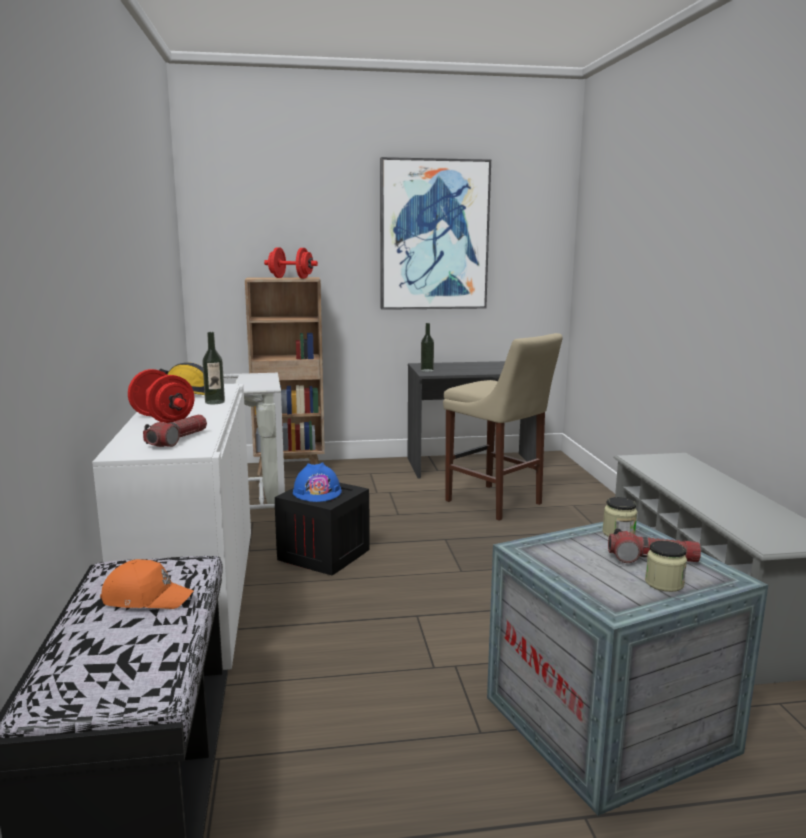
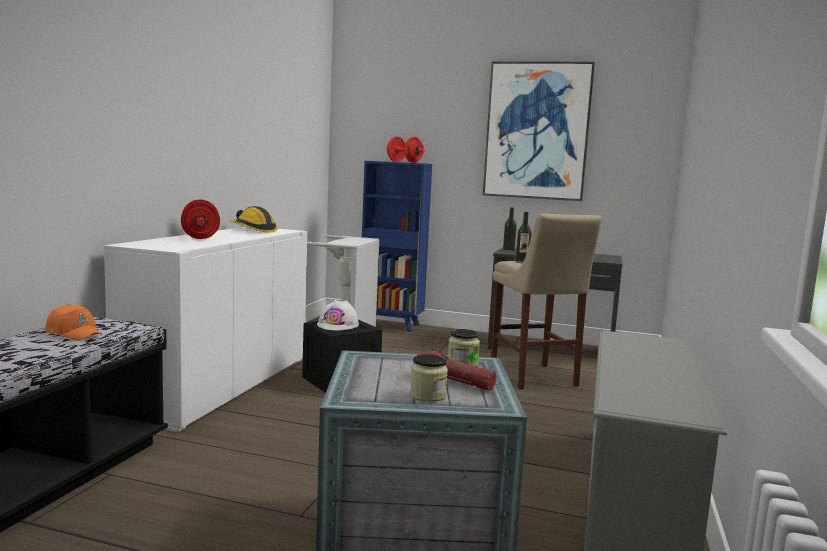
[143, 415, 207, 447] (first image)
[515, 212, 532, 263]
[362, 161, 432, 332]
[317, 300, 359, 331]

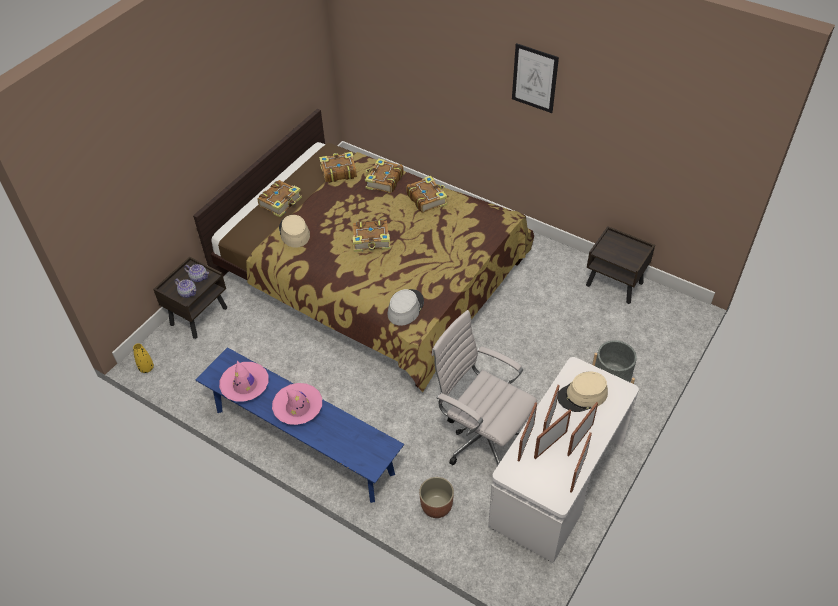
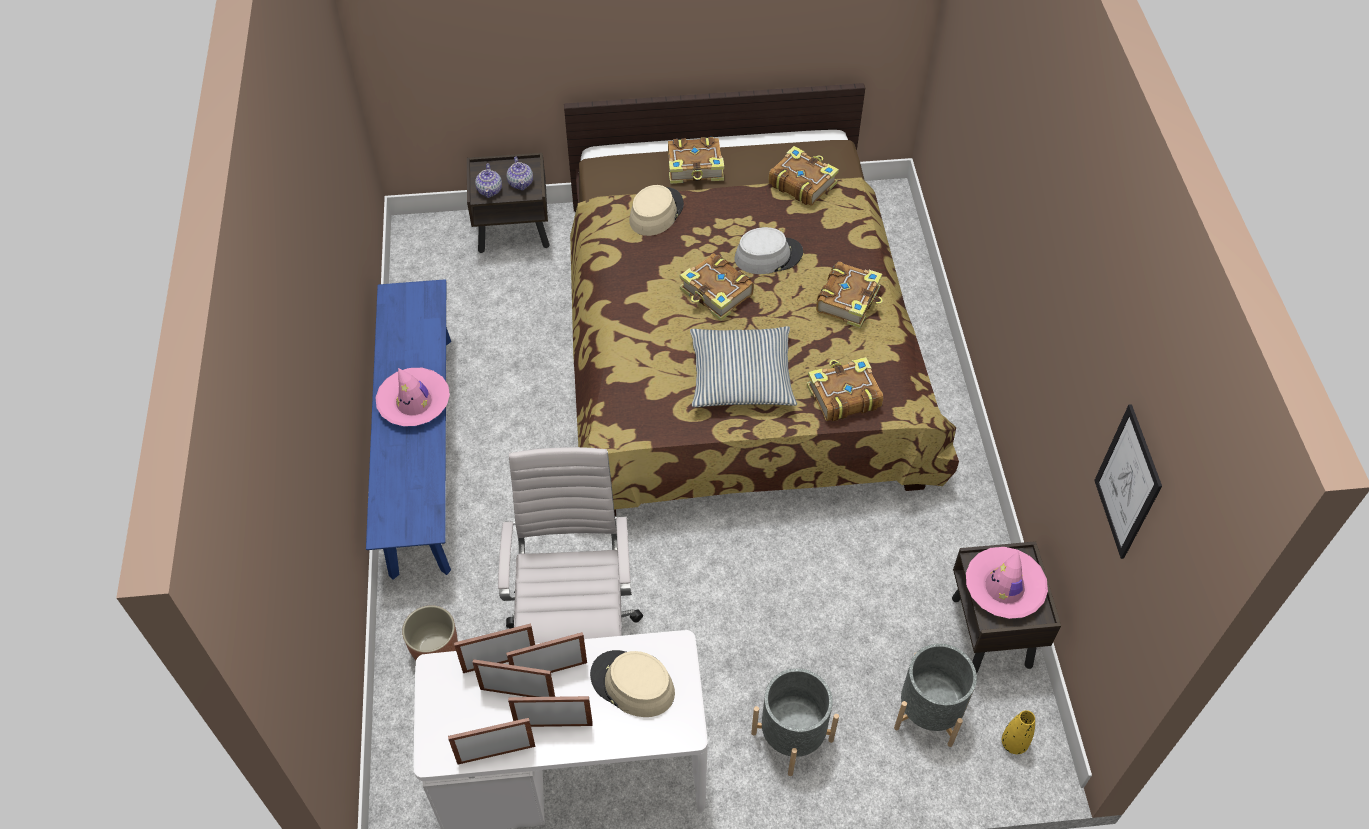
[1002, 710, 1035, 754]
[966, 547, 1048, 619]
[807, 357, 883, 422]
[734, 227, 803, 274]
[1094, 404, 1162, 559]
[690, 326, 797, 407]
[894, 644, 977, 747]

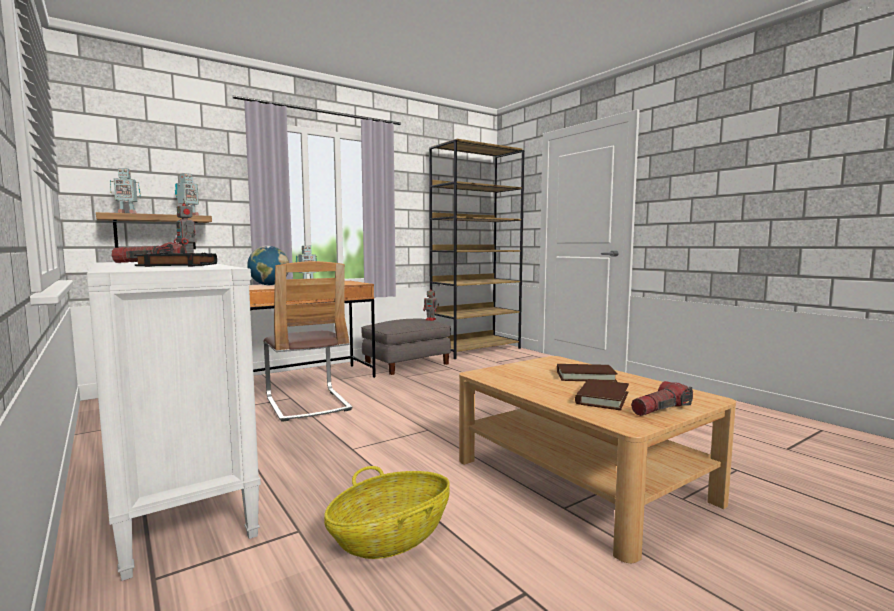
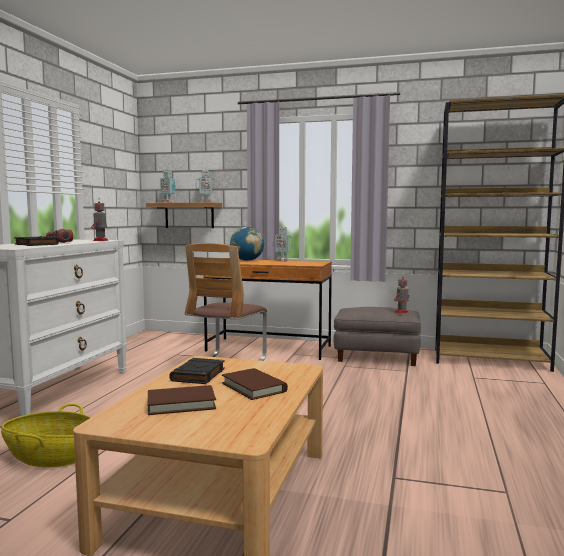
[631, 381, 693, 416] (first image)
[169, 358, 225, 384]

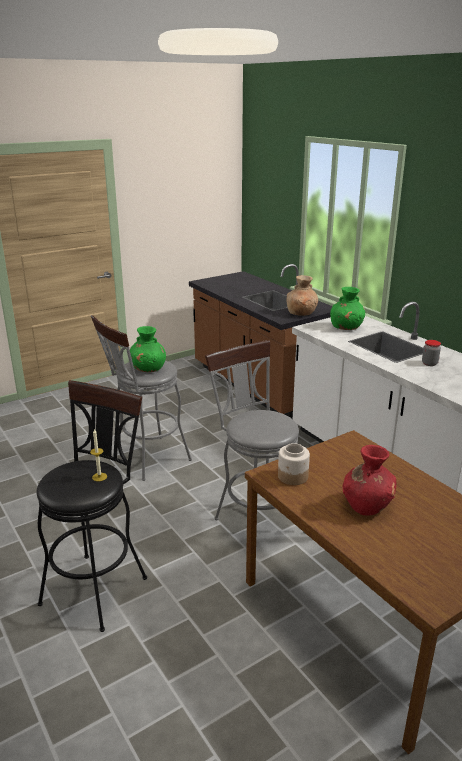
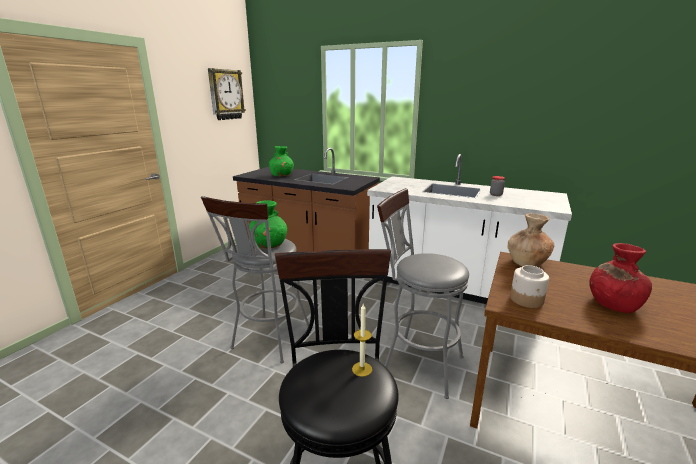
[507, 213, 554, 267]
[269, 146, 294, 176]
[208, 68, 246, 120]

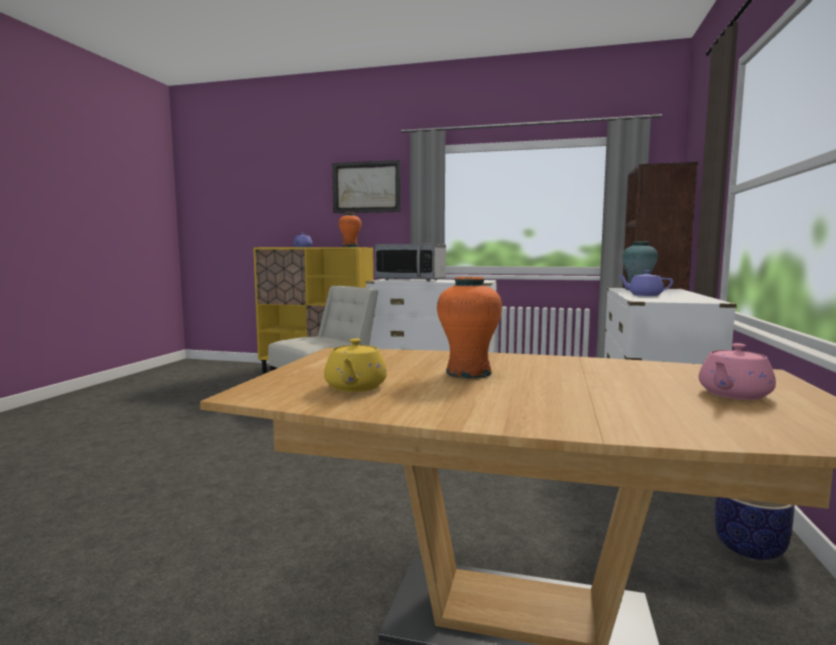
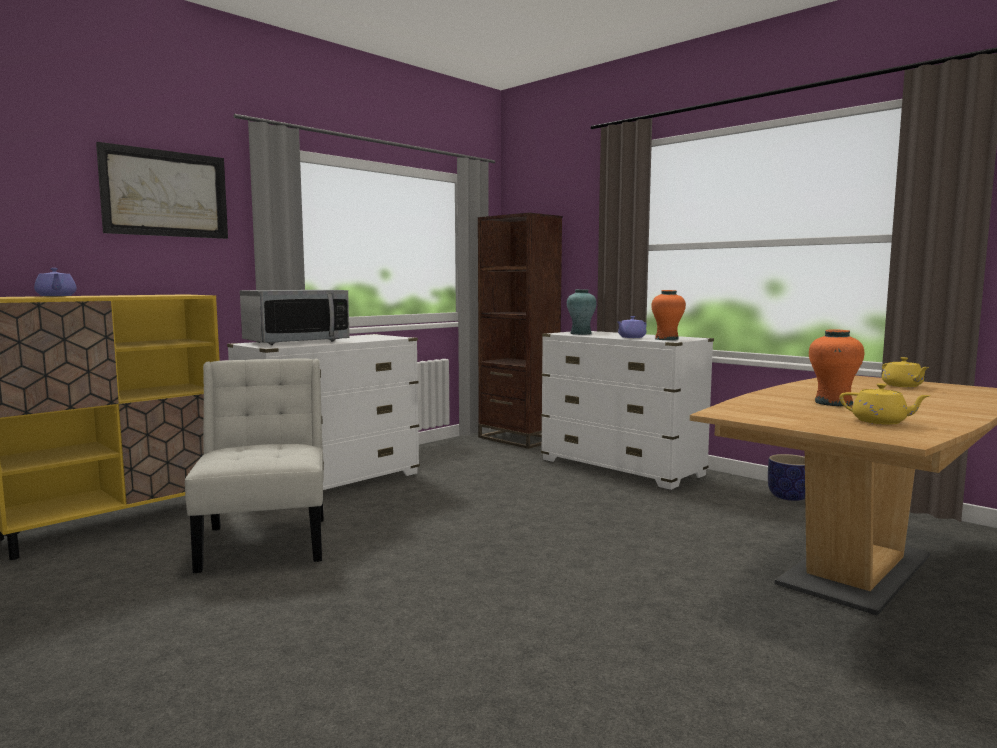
[651, 290, 686, 340]
[882, 357, 929, 387]

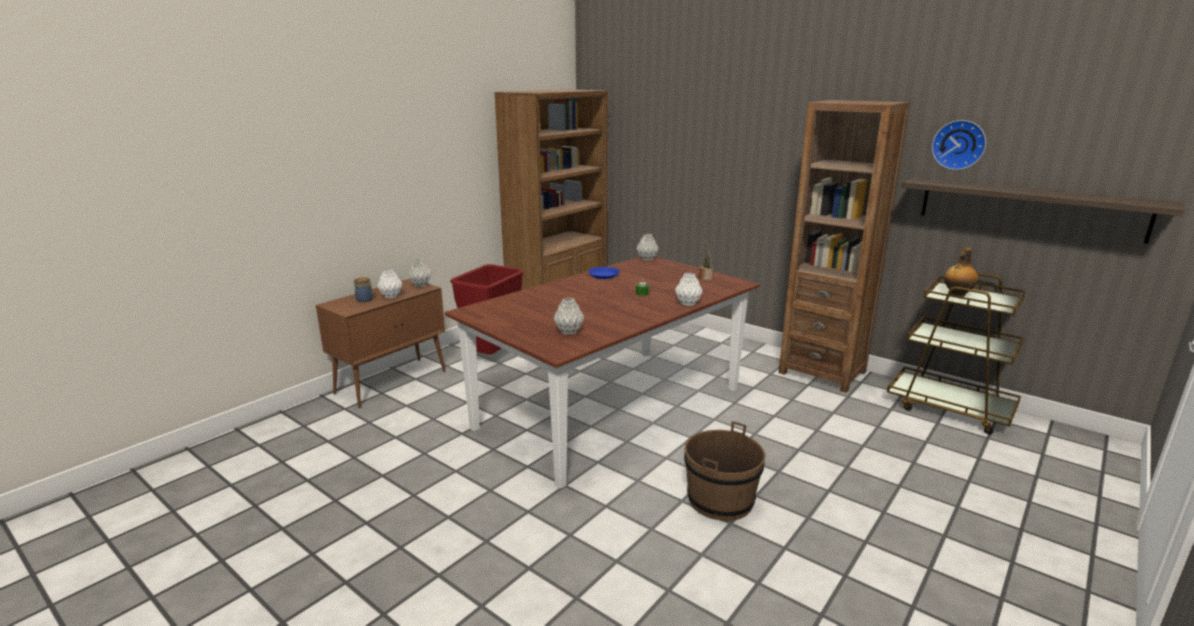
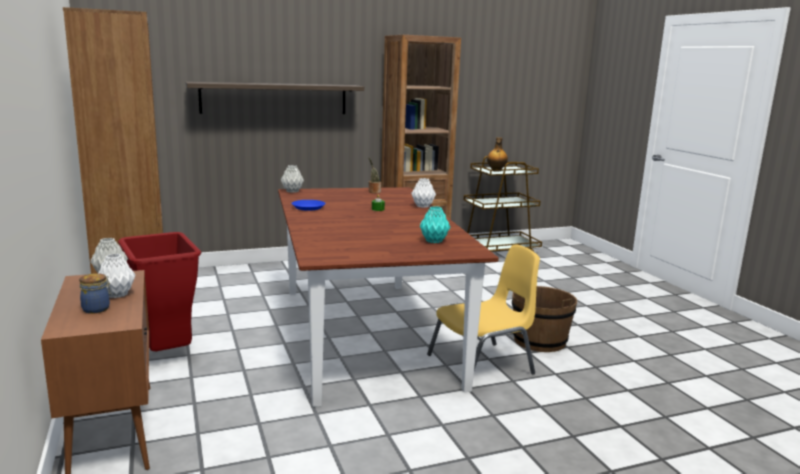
[420, 206, 450, 243]
[186, 82, 364, 114]
[932, 120, 986, 170] (first image)
[427, 245, 540, 374]

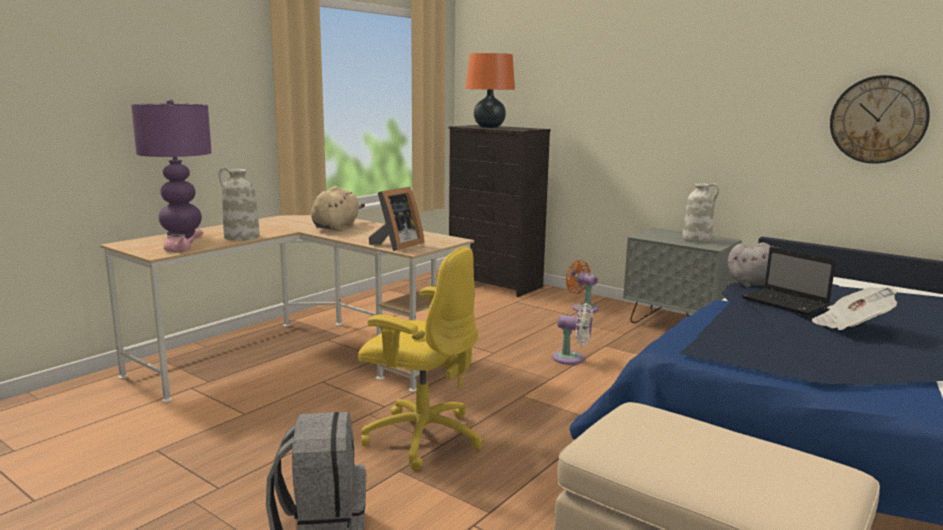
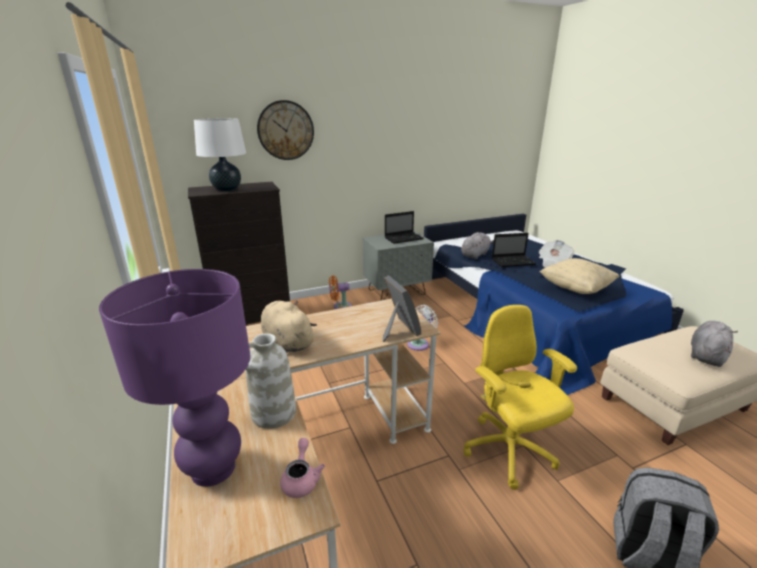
[464, 305, 577, 490]
[194, 118, 246, 191]
[385, 211, 424, 244]
[257, 100, 314, 160]
[540, 258, 620, 294]
[691, 321, 737, 367]

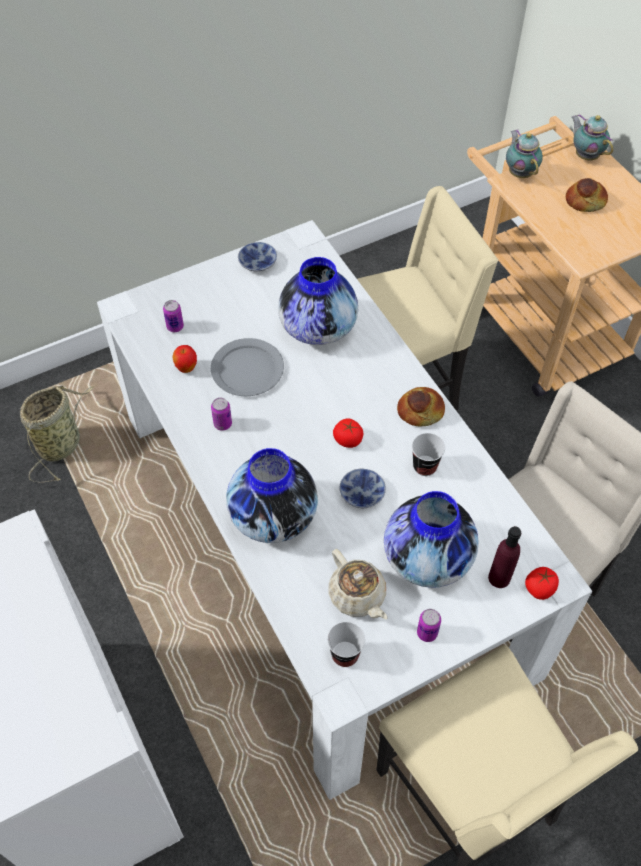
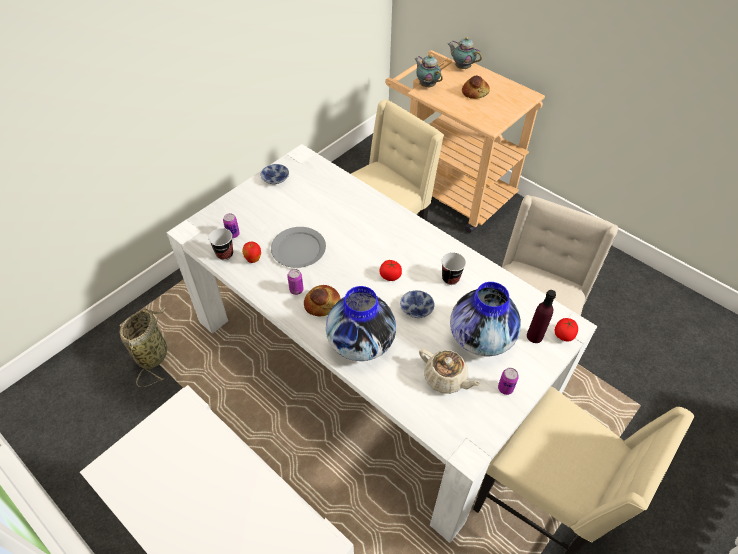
[278, 257, 358, 345] (first image)
[208, 228, 233, 260]
[304, 285, 340, 316]

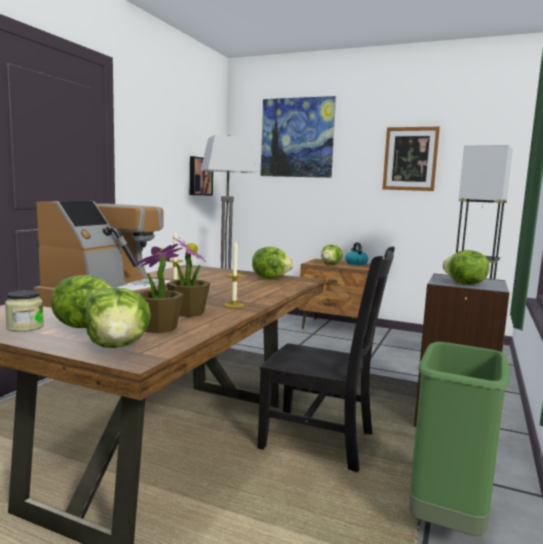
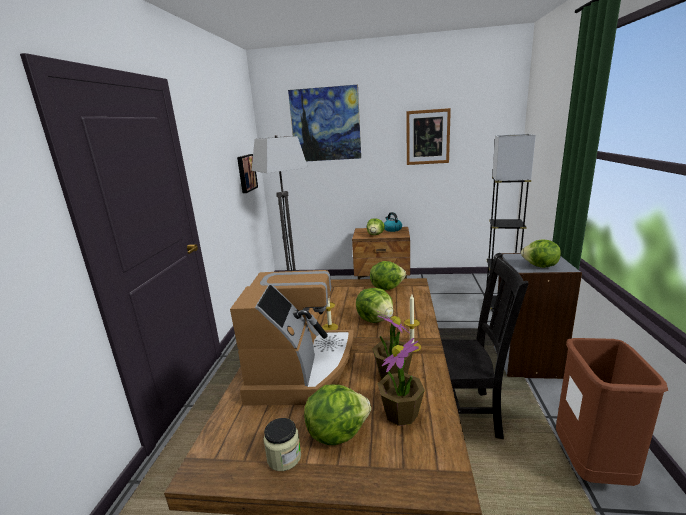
[356, 288, 393, 323]
[556, 338, 668, 486]

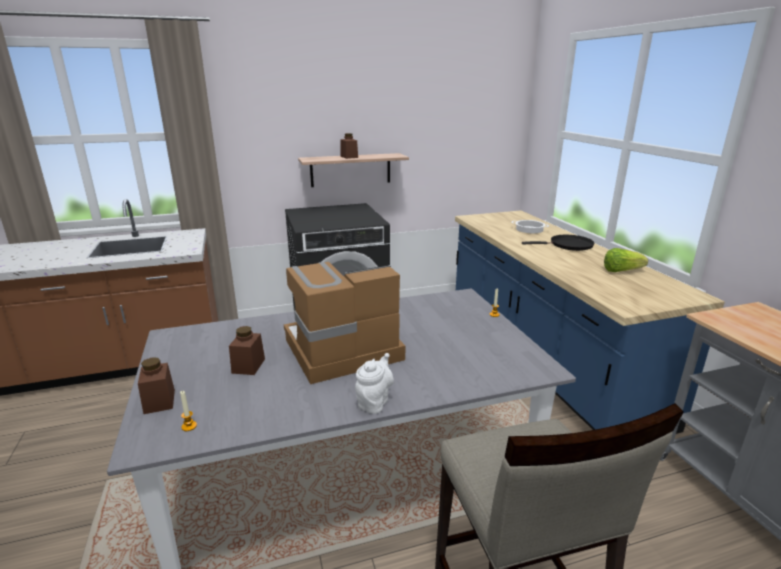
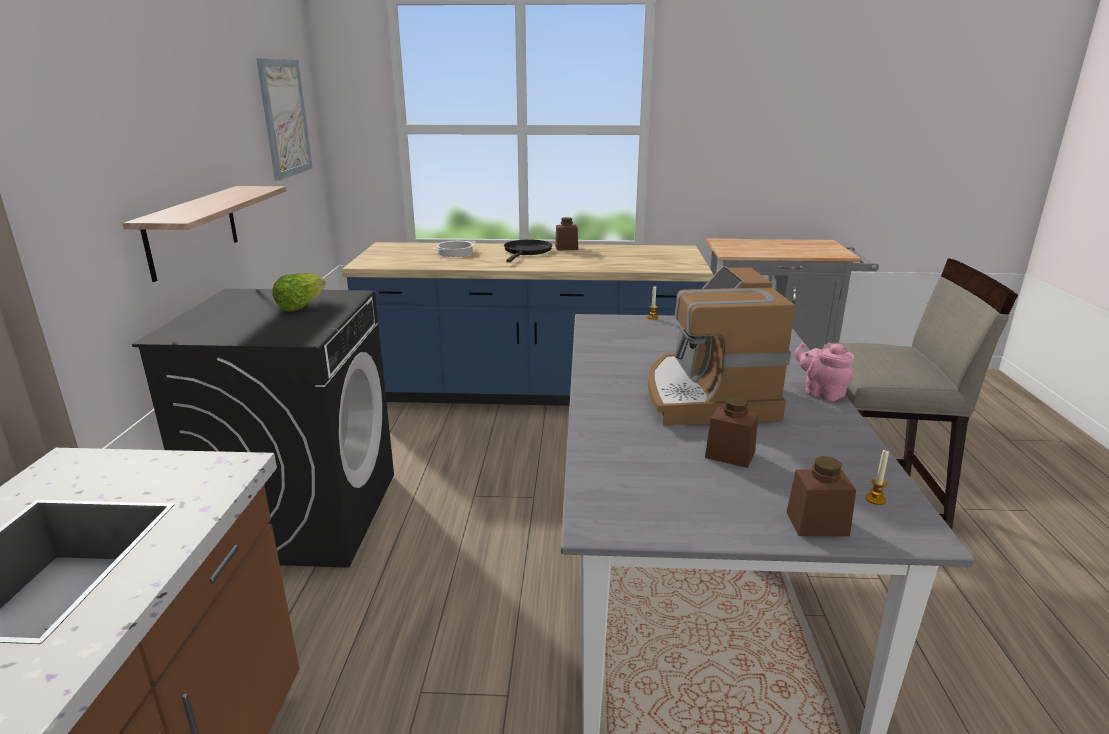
[555, 217, 578, 251]
[794, 342, 854, 401]
[273, 273, 326, 312]
[256, 58, 313, 181]

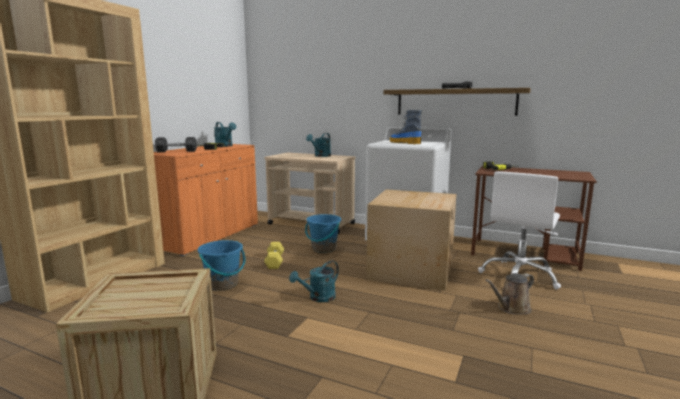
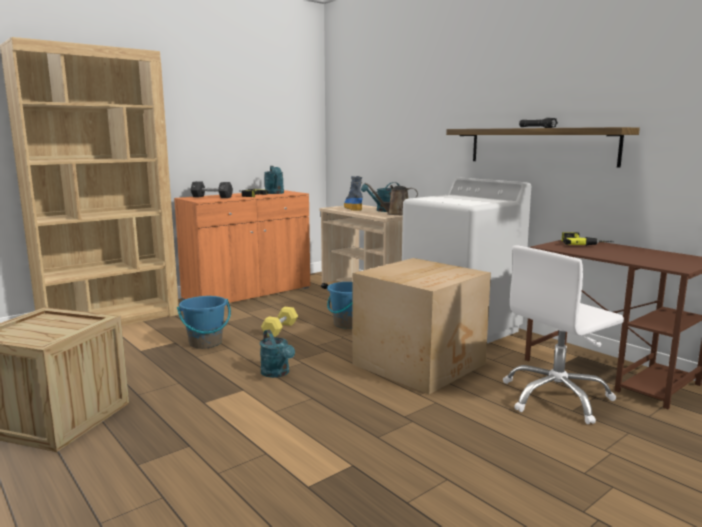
[260, 330, 295, 378]
[344, 176, 363, 211]
[365, 183, 418, 215]

